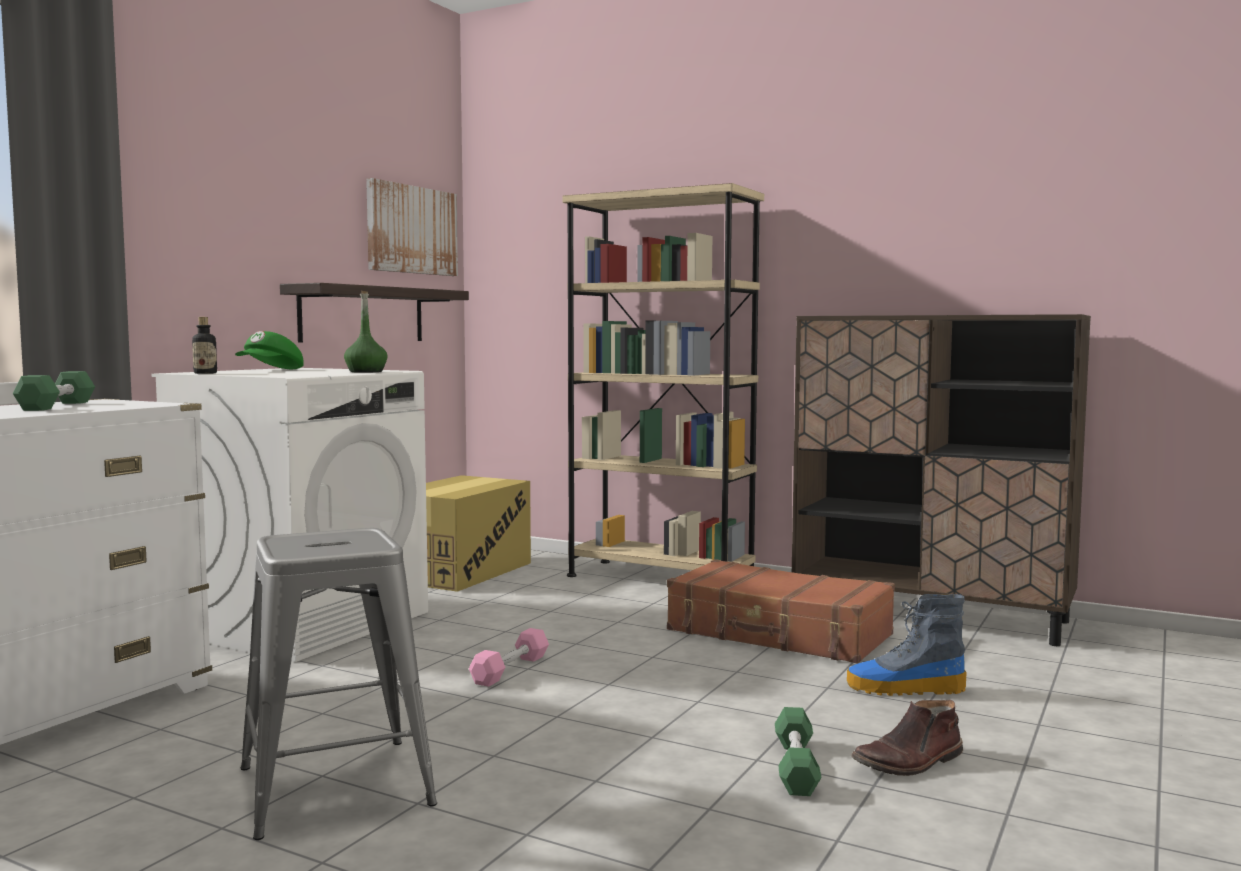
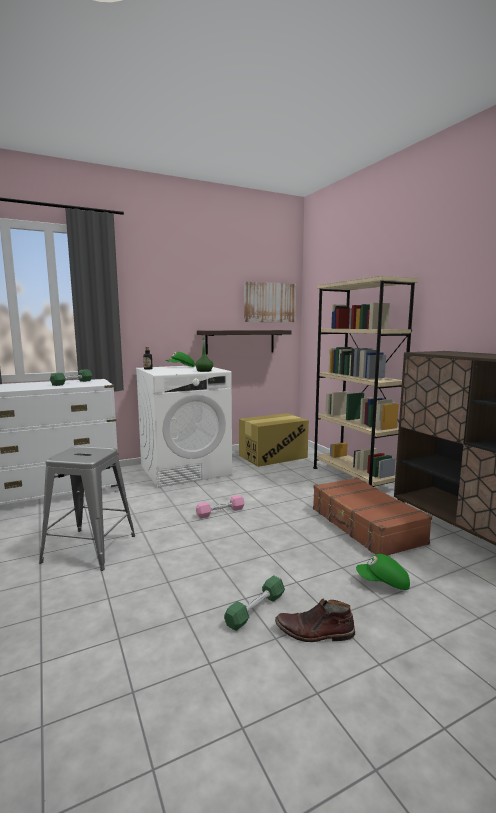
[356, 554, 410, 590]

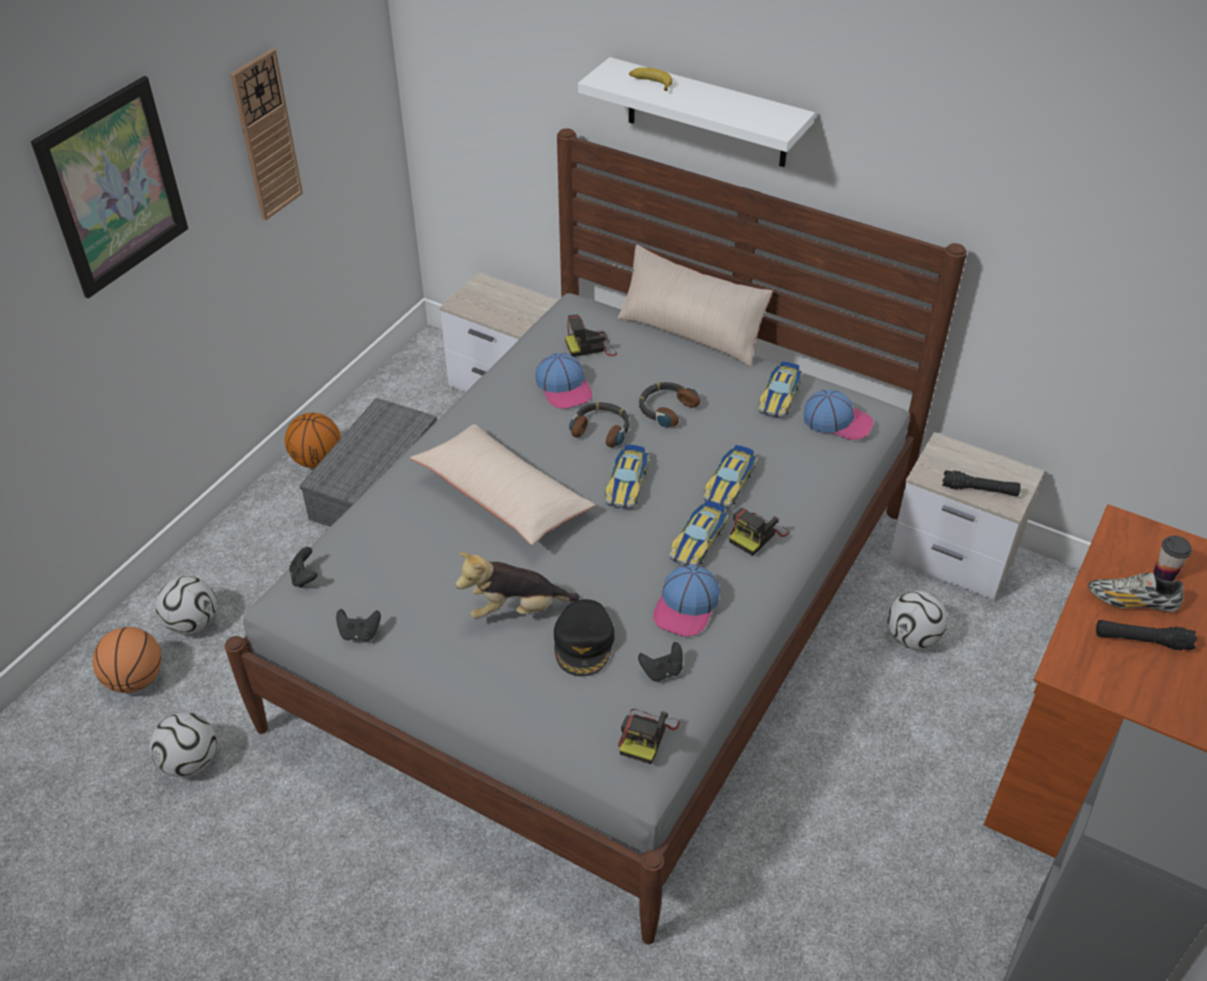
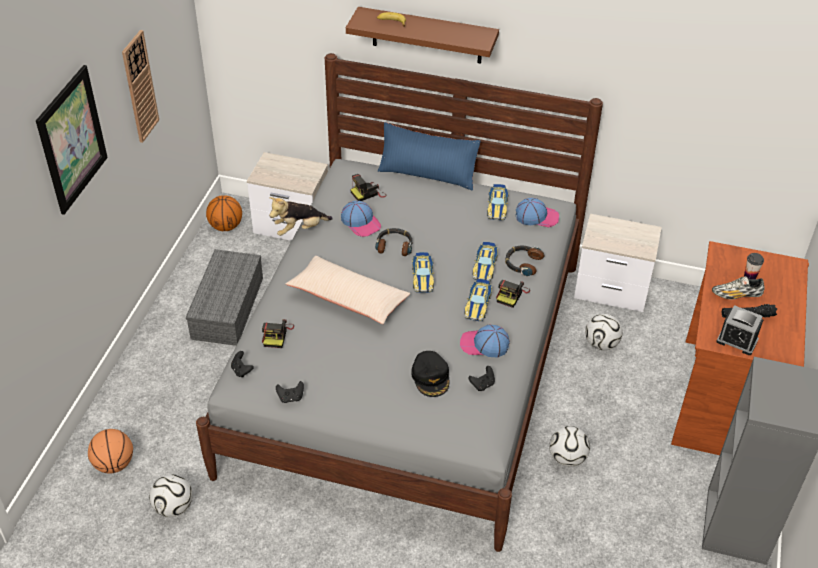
[549, 426, 590, 467]
[206, 195, 242, 231]
[269, 197, 333, 236]
[346, 7, 499, 63]
[378, 122, 481, 191]
[262, 319, 294, 348]
[505, 246, 544, 276]
[460, 325, 510, 358]
[942, 470, 1021, 496] (first image)
[717, 305, 763, 355]

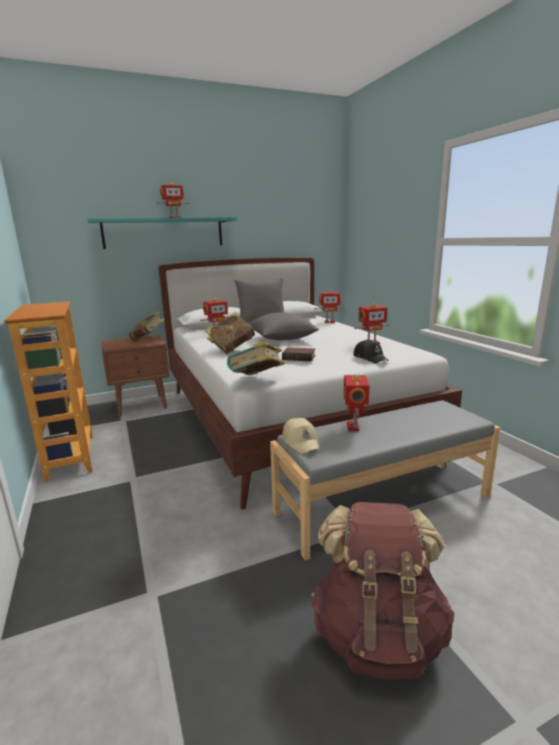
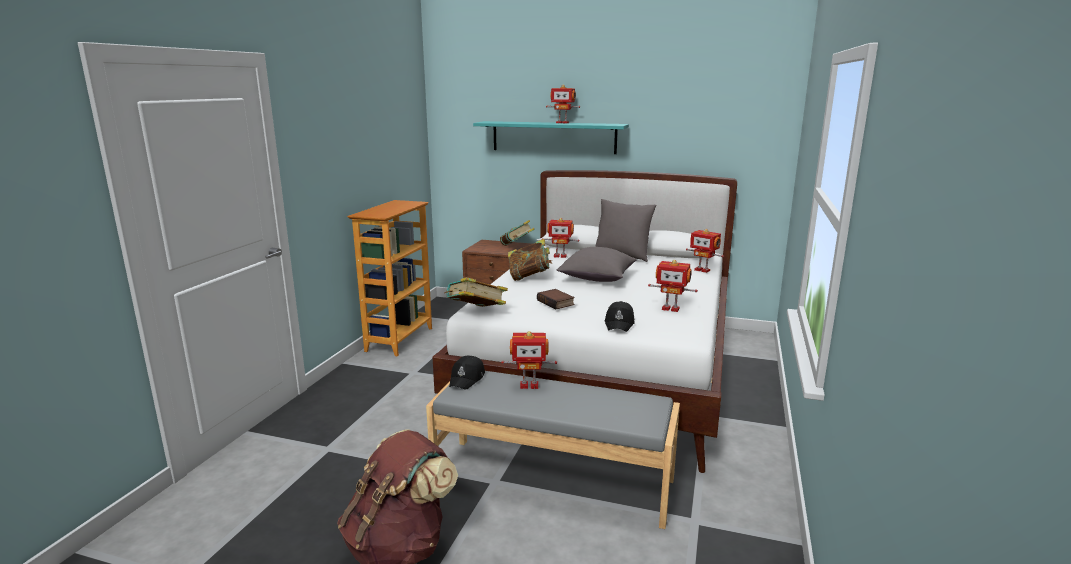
[449, 356, 485, 390]
[501, 331, 557, 389]

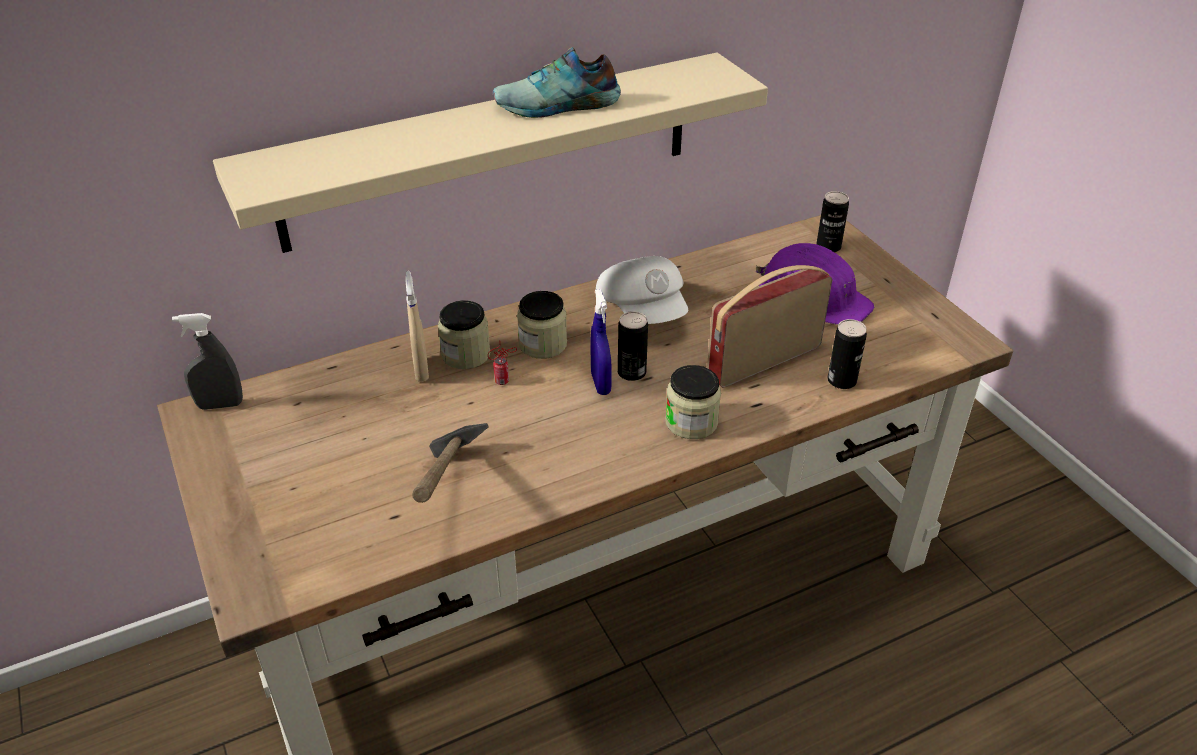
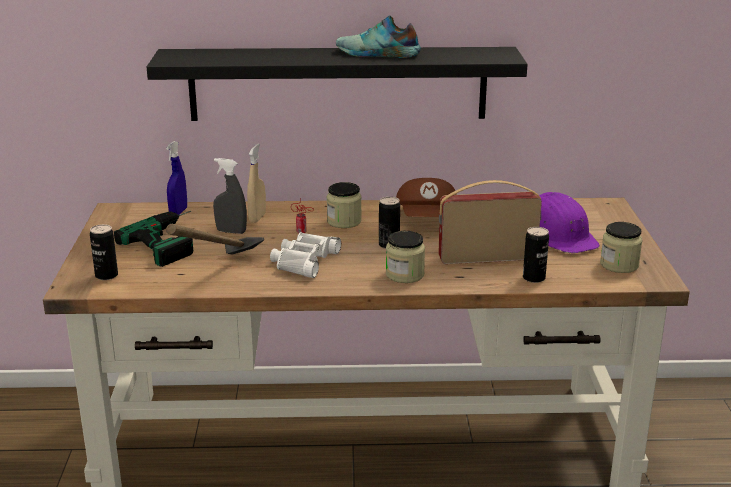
[213, 158, 247, 234]
[147, 47, 528, 121]
[600, 222, 643, 273]
[166, 141, 187, 215]
[396, 178, 457, 217]
[90, 224, 118, 280]
[114, 211, 194, 267]
[270, 232, 341, 278]

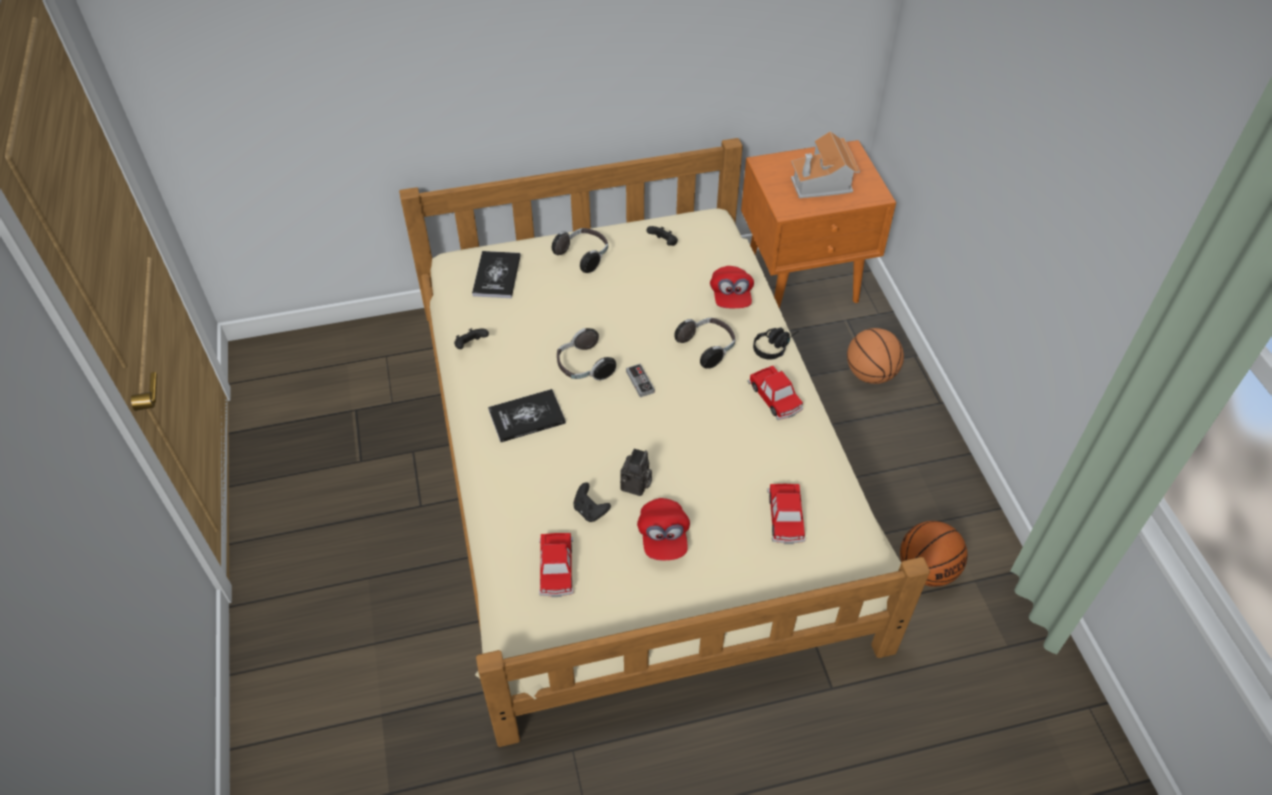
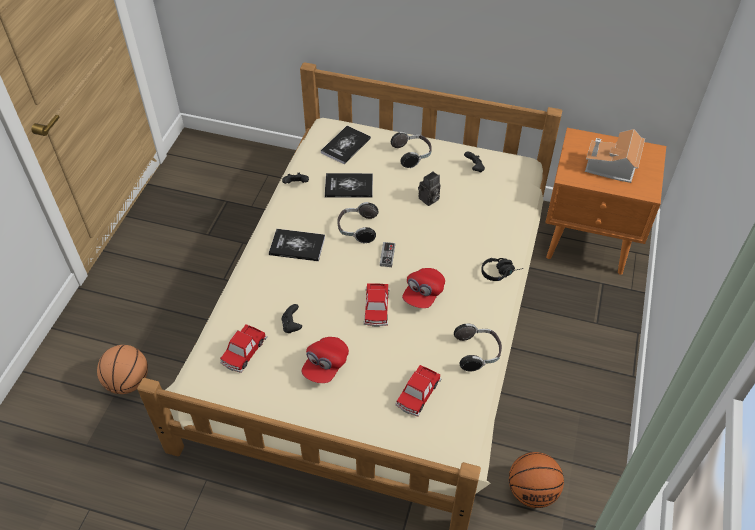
[418, 171, 441, 206]
[454, 323, 502, 372]
[402, 268, 445, 308]
[364, 283, 390, 327]
[97, 345, 148, 394]
[325, 173, 373, 198]

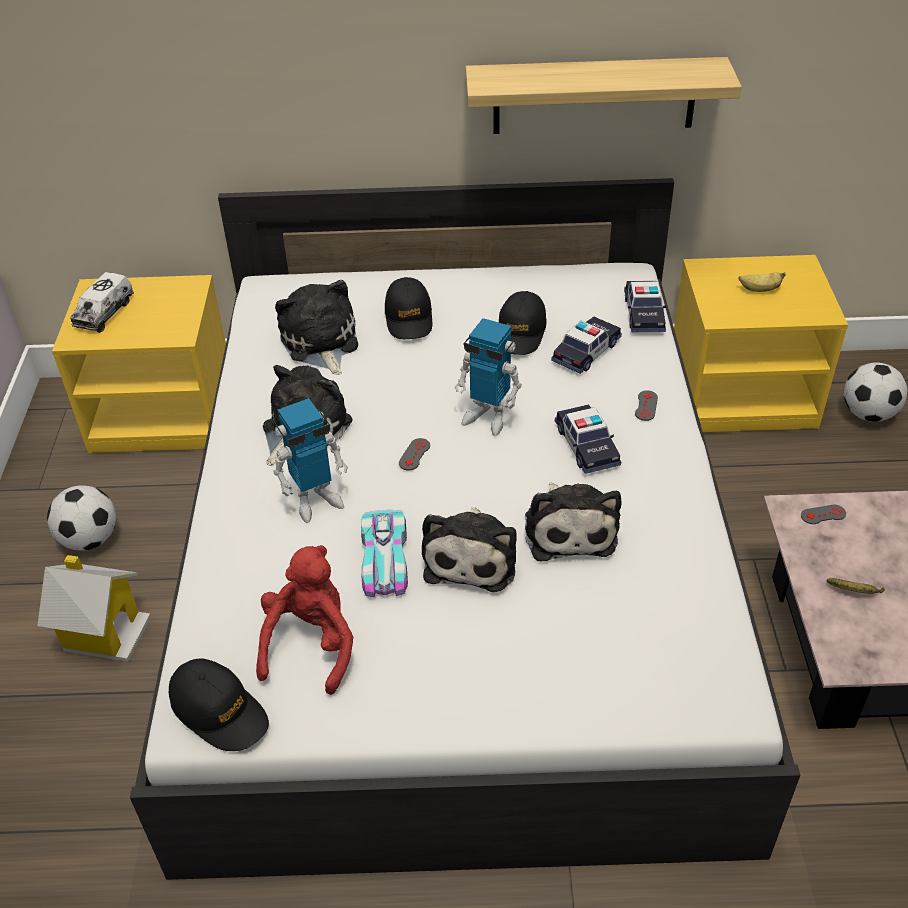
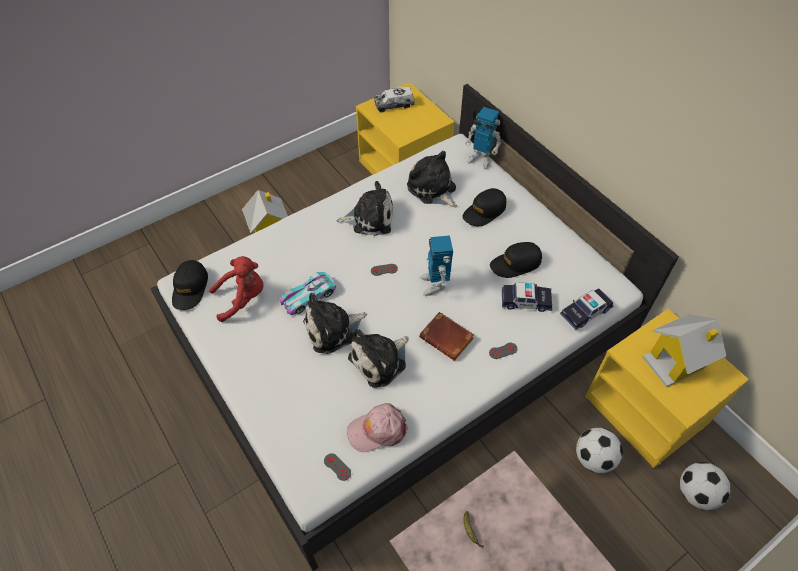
[576, 428, 623, 473]
[465, 107, 501, 169]
[407, 151, 457, 207]
[466, 57, 742, 134] (first image)
[419, 312, 474, 361]
[643, 314, 726, 387]
[324, 453, 351, 481]
[347, 403, 408, 452]

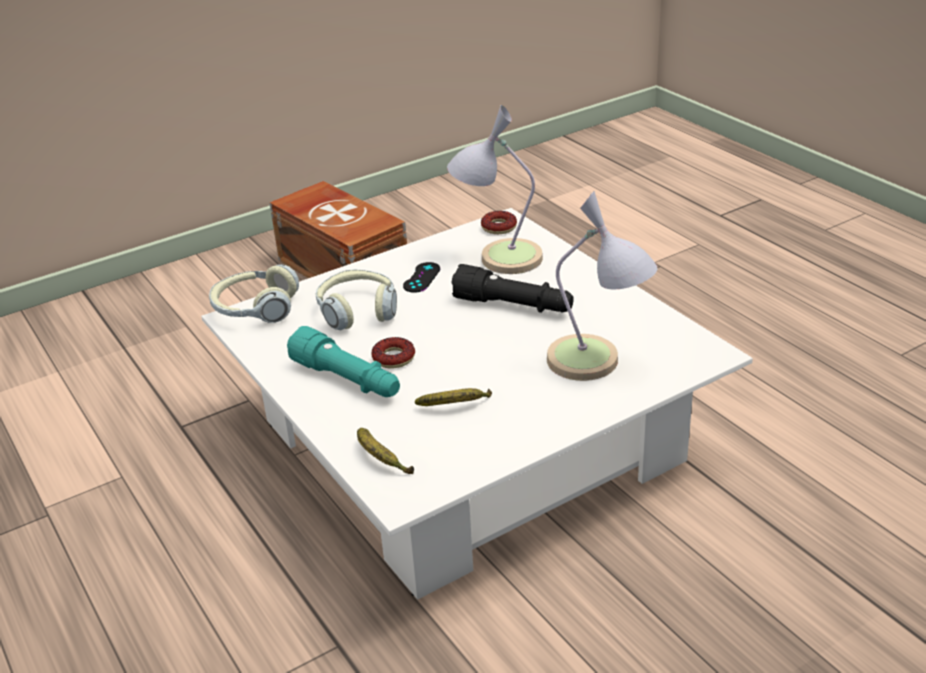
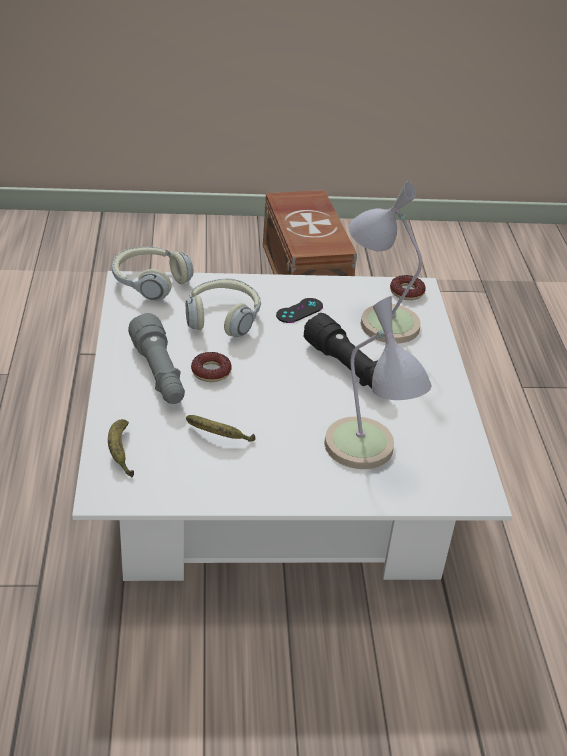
[128, 313, 185, 404]

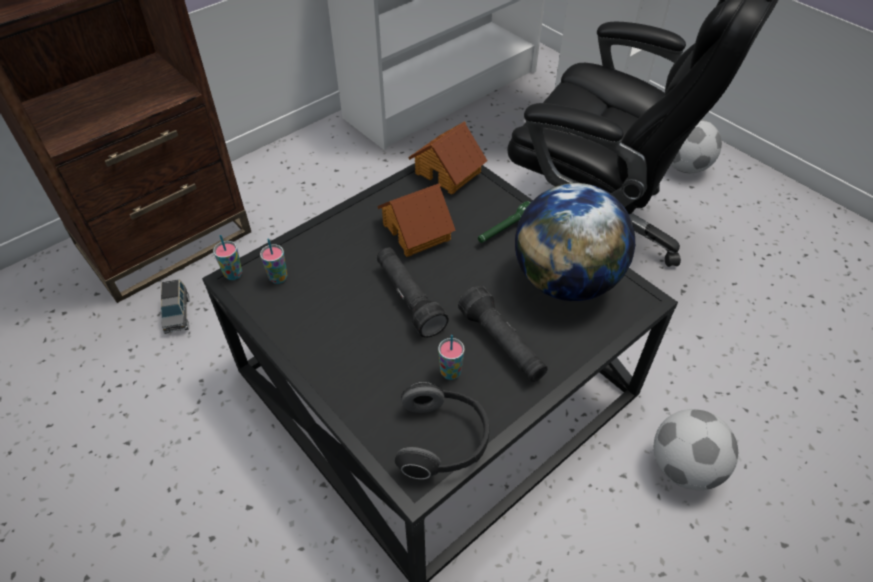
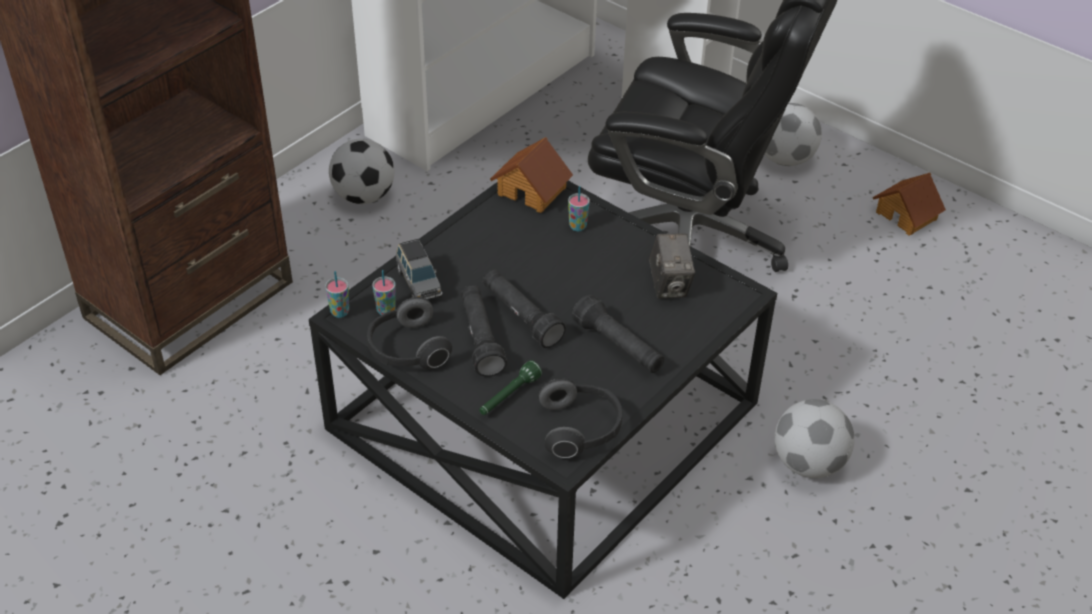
[396, 239, 442, 299]
[873, 173, 946, 236]
[568, 186, 590, 231]
[479, 360, 542, 415]
[649, 233, 695, 298]
[329, 139, 394, 204]
[367, 297, 452, 369]
[461, 285, 507, 377]

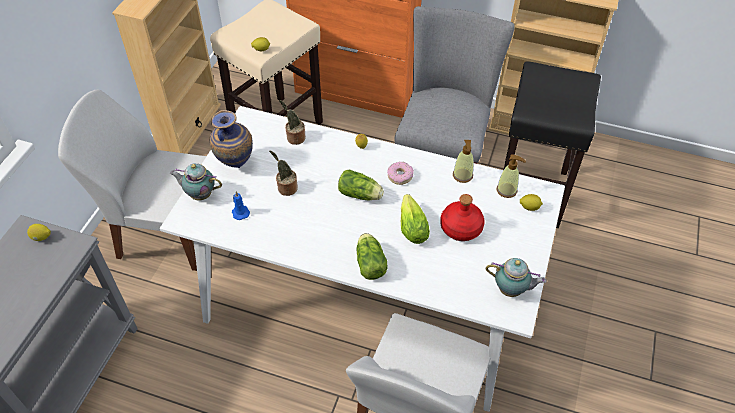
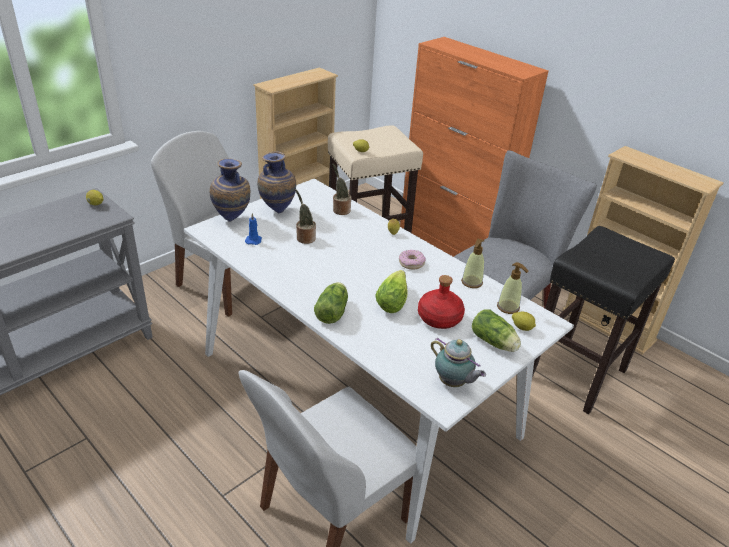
[210, 159, 250, 222]
[472, 309, 521, 352]

